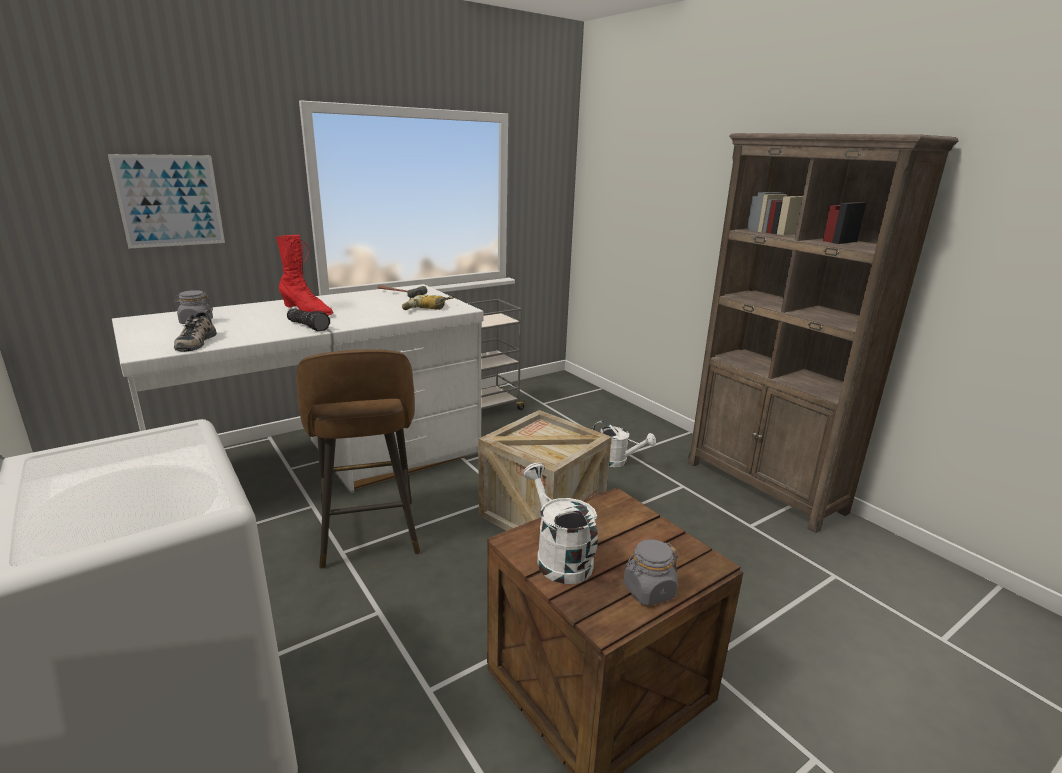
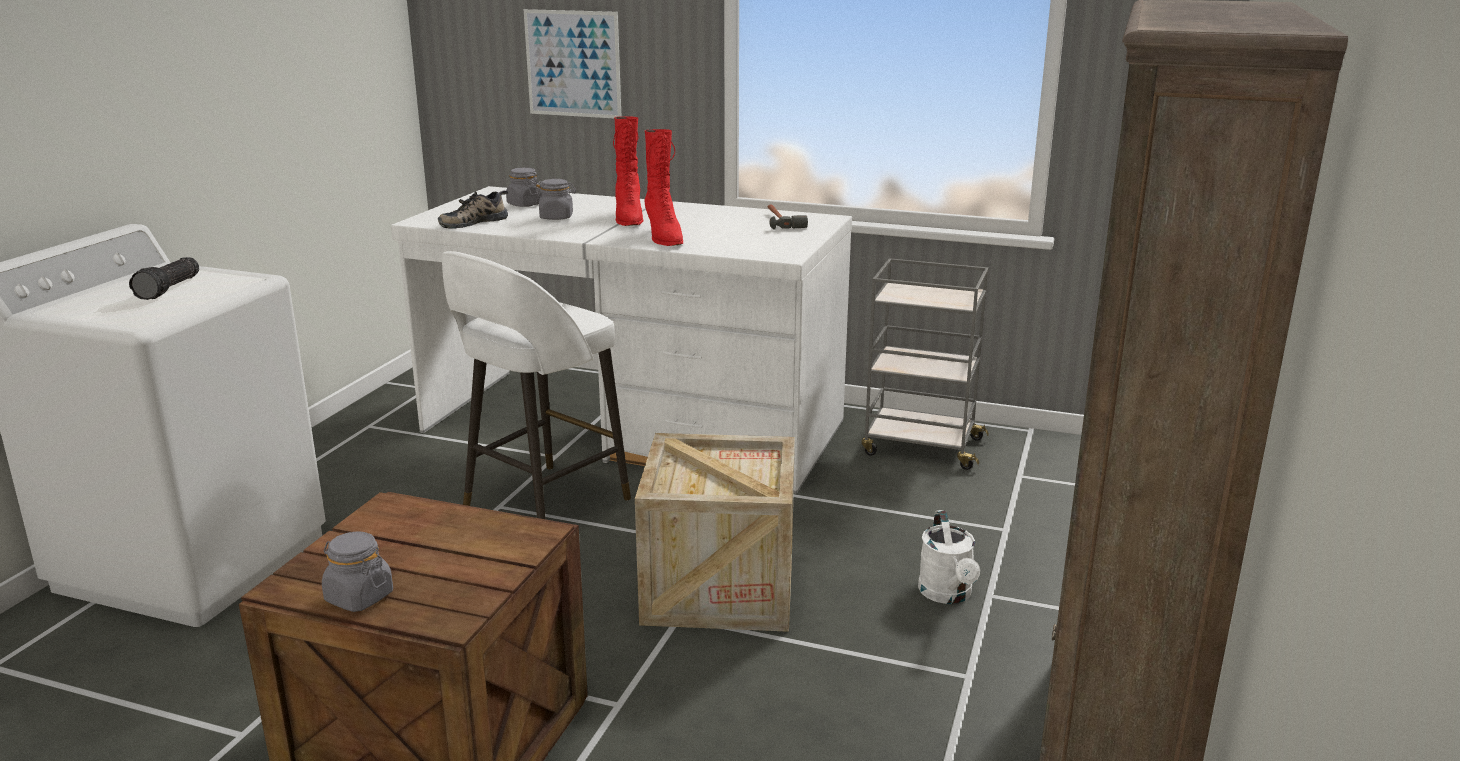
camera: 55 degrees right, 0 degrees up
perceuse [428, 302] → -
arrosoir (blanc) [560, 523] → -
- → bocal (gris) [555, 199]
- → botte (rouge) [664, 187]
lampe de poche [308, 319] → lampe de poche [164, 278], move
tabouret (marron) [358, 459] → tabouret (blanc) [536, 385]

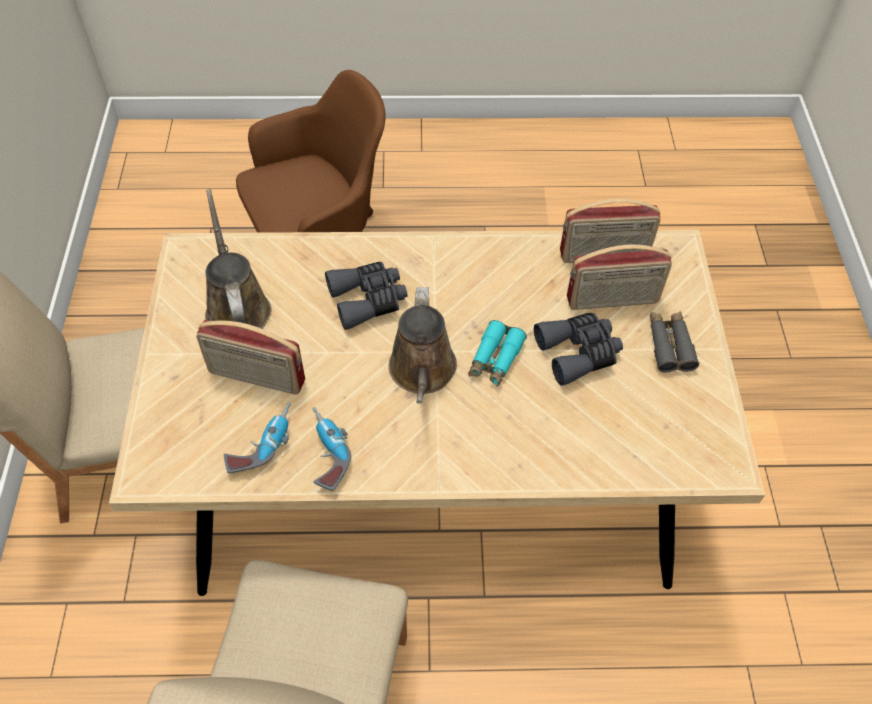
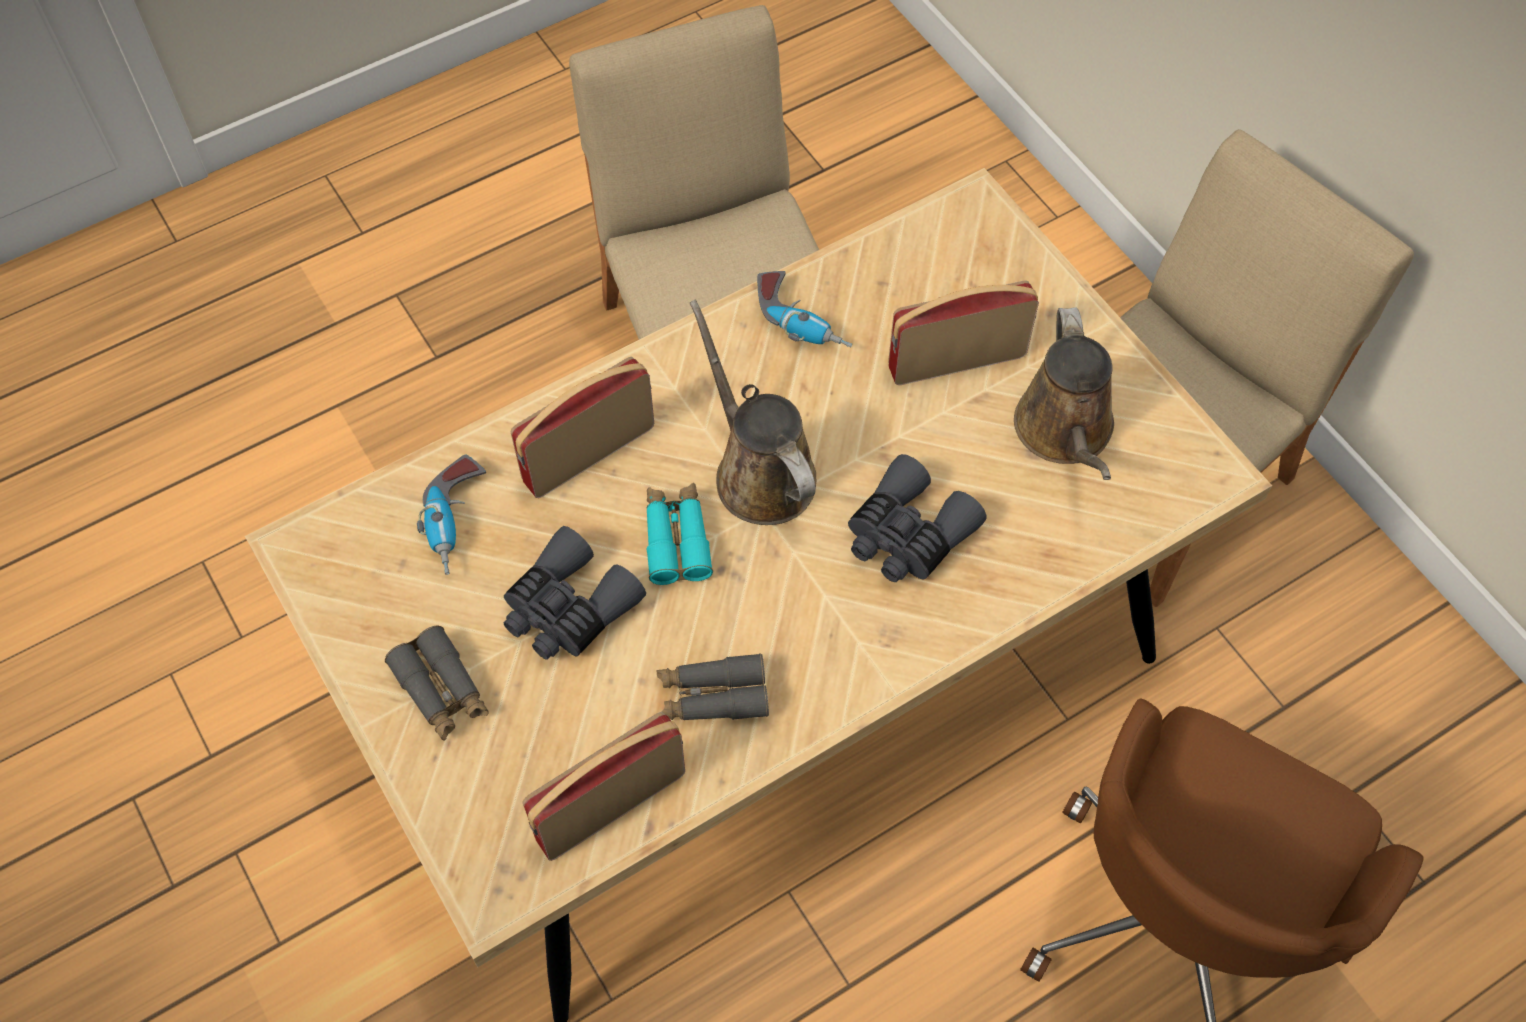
camera: 150 degrees right, 5 degrees up
- → jumelles (gris) [712, 687]
perceuse [257, 437] → perceuse [451, 515], move
radio [619, 277] → radio [582, 427], move
arrosoir (marron) [238, 260] → arrosoir (marron) [1064, 393], 45 degrees clockwise

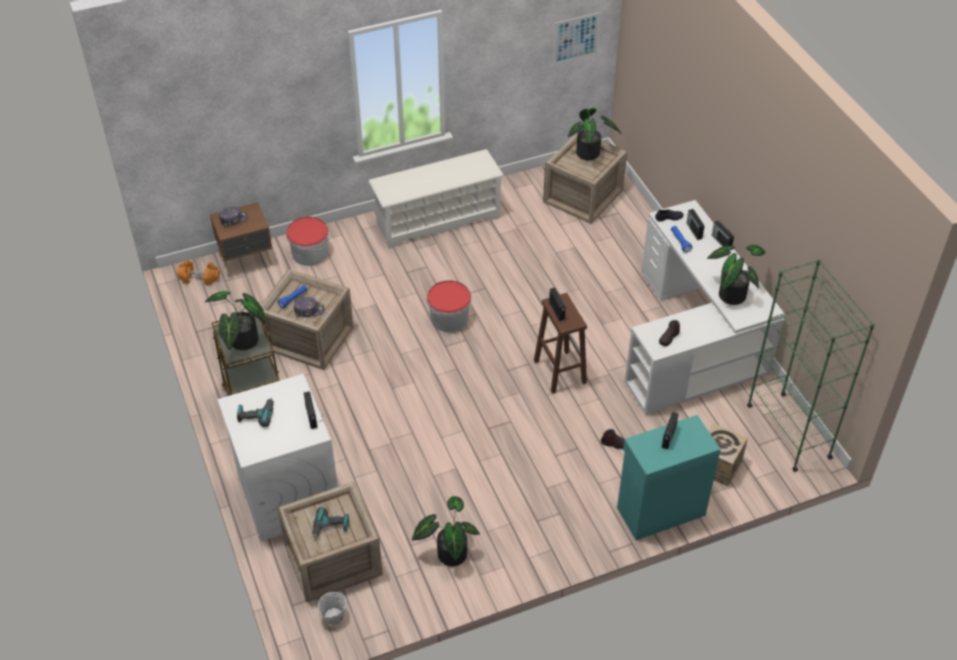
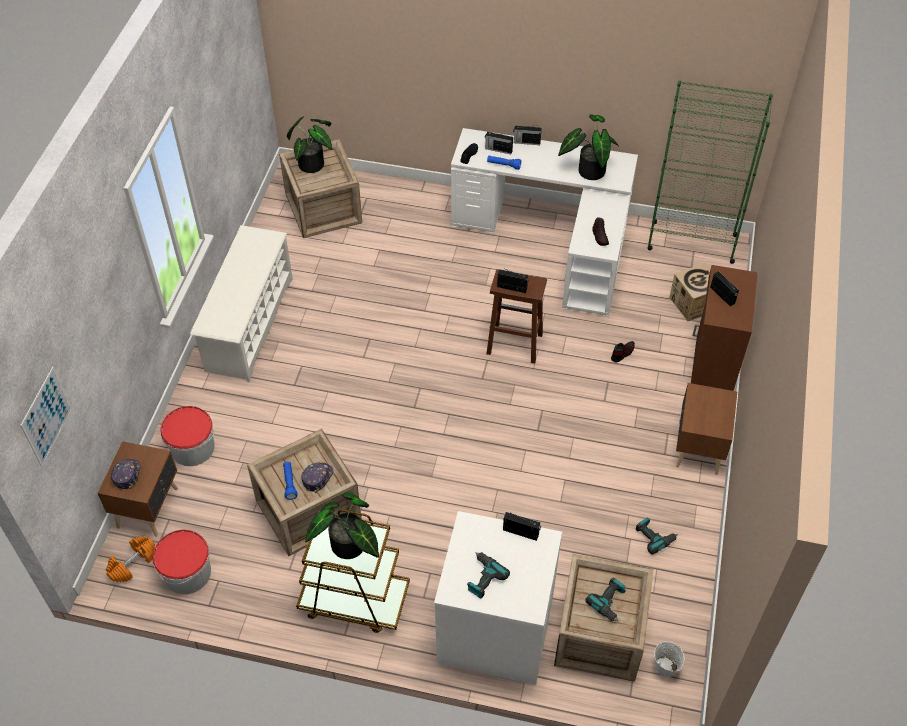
camera: 55 degrees left, 5 degrees up
- → table de chevet (marron) [706, 429]
seau [449, 306] → seau [182, 561], move
tableau [577, 38] → tableau [46, 417], move
plante en pot [446, 531] → perceuse [657, 535]
meuble de rangement (turquoise) [669, 477] → meuble de rangement (marron) [724, 328]

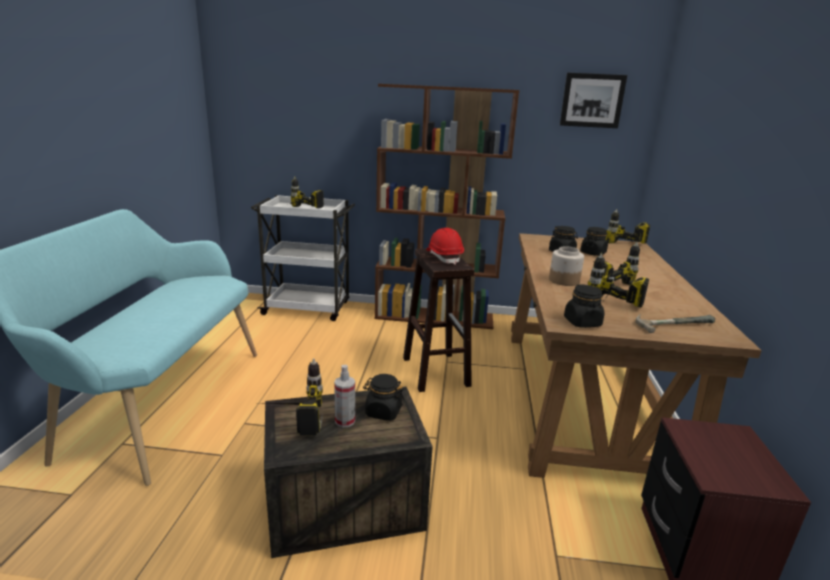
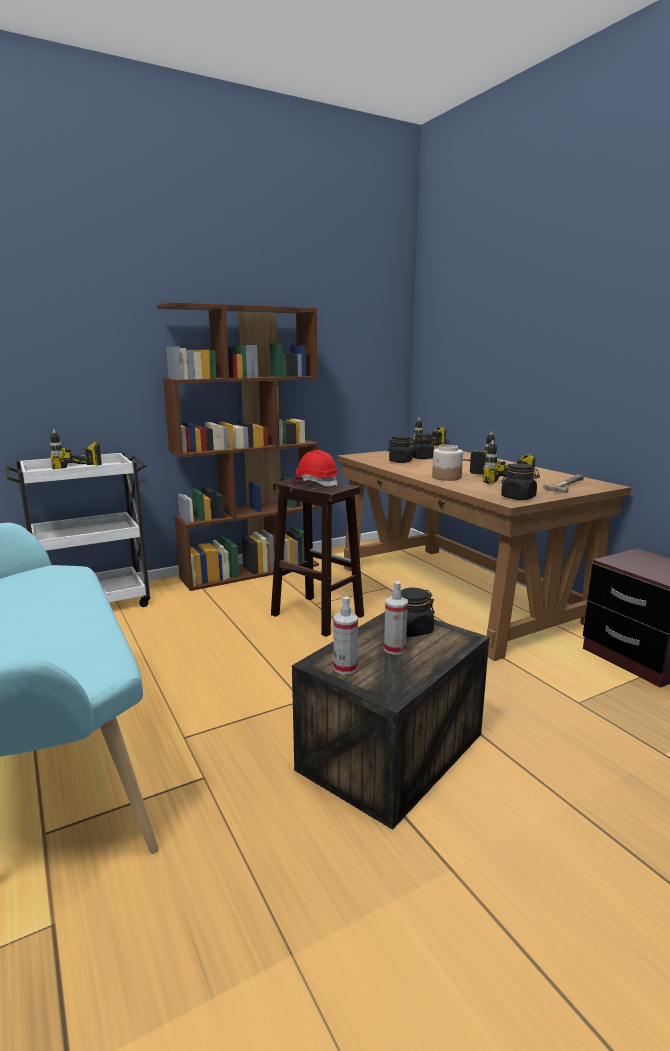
camera: 35 degrees left, 5 degrees down
tableau [593, 100] → -
perceuse [294, 397] → vaporisateur [345, 635]

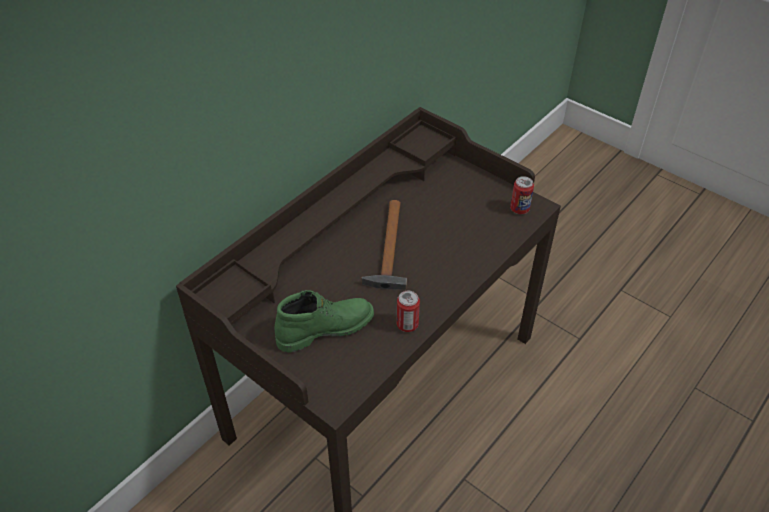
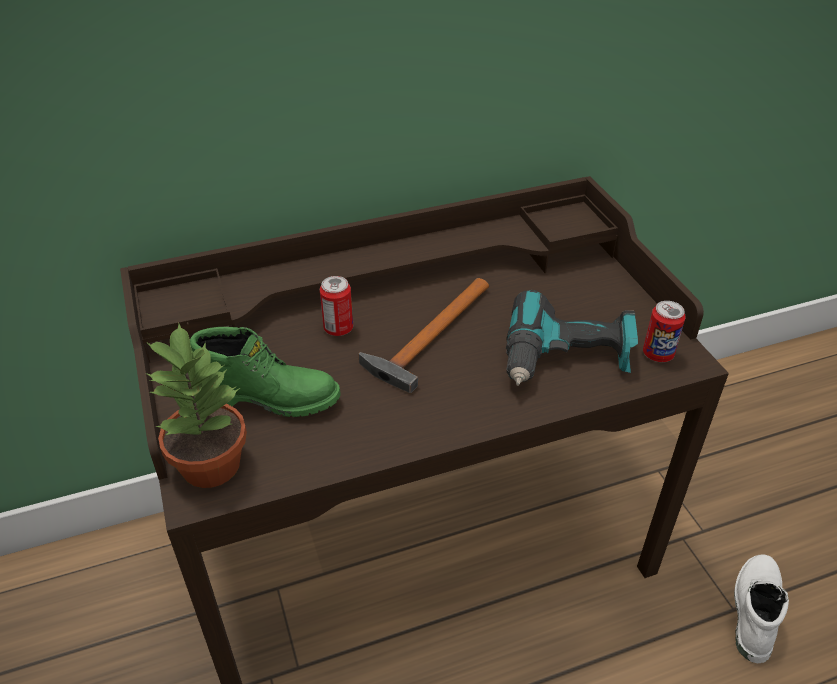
camera: 30 degrees right, 5 degrees down
- → plante en pot [196, 406]
- → perceuse [572, 338]
- → botte (blanc) [761, 608]
boîte métallique [408, 311] → boîte métallique [336, 306], move

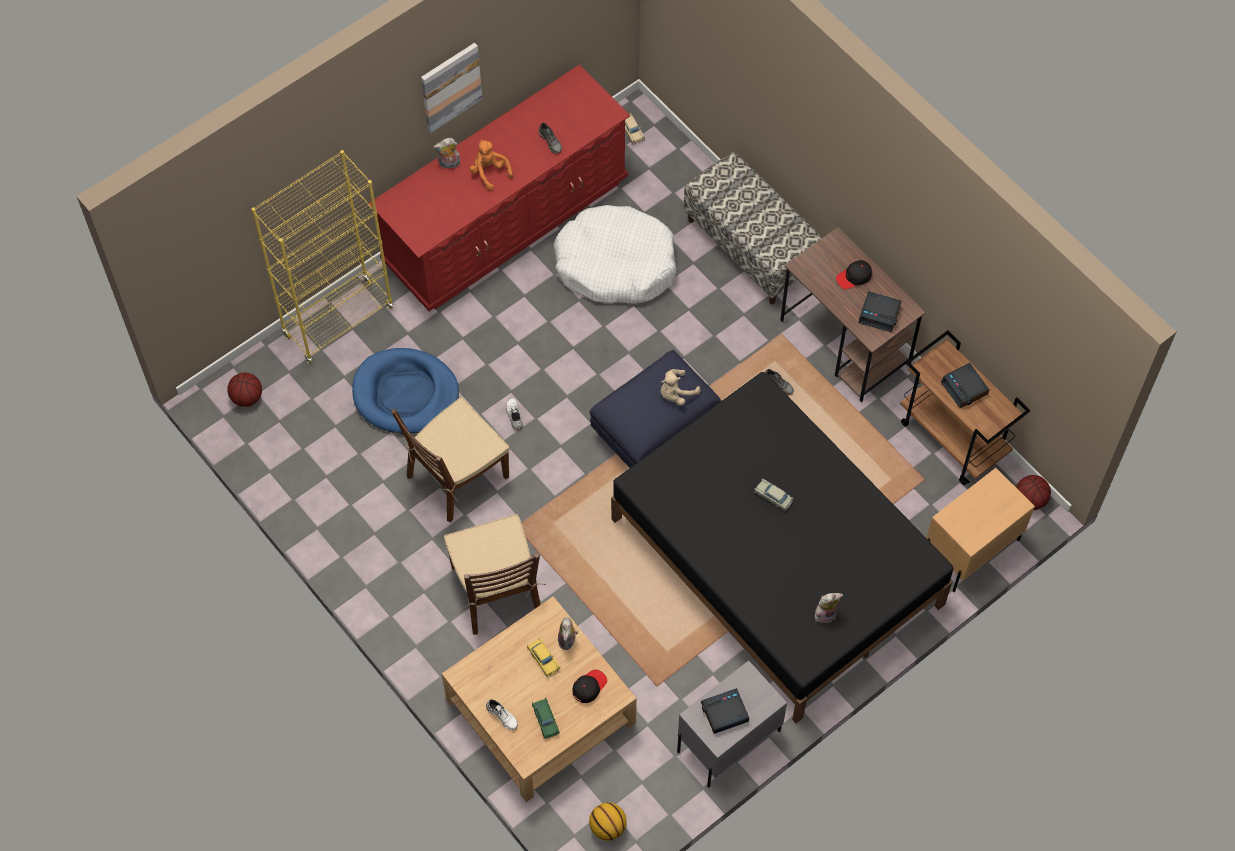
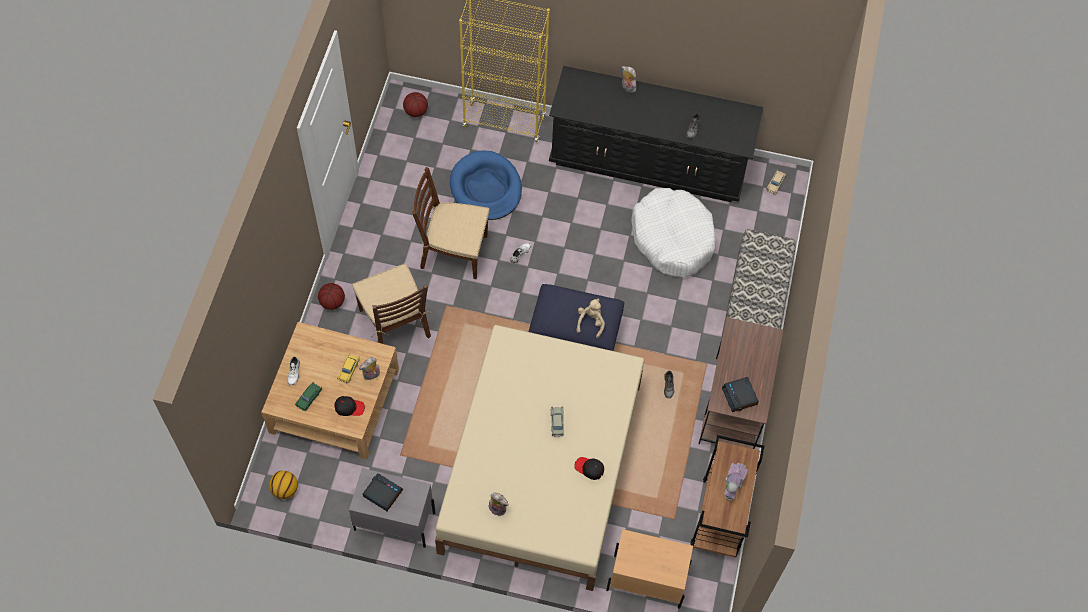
camera: 50 degrees right, 0 degrees up
tableau [451, 88] → -
peluche (orange) [491, 165] → -
casquette (noir) [854, 274] → casquette (noir) [589, 468], move
ballon de basket [1033, 492] → ballon de basket [331, 296], move
réveil [965, 385] → maison miniature [736, 481]
commode (rouge) [499, 188] → commode (noir) [656, 134]
lit (noir) [782, 547] → lit (beige) [539, 458]
chaise (marron) [495, 574] → chaise (marron) [392, 303], 60 degrees counterclockwise
peluche (beige) [680, 387] → peluche (beige) [590, 318], 90 degrees clockwise

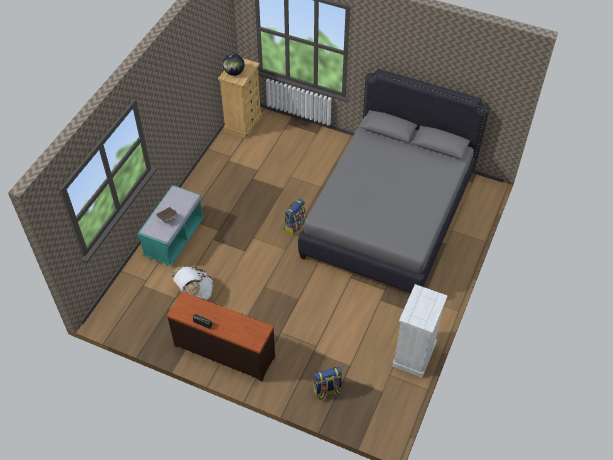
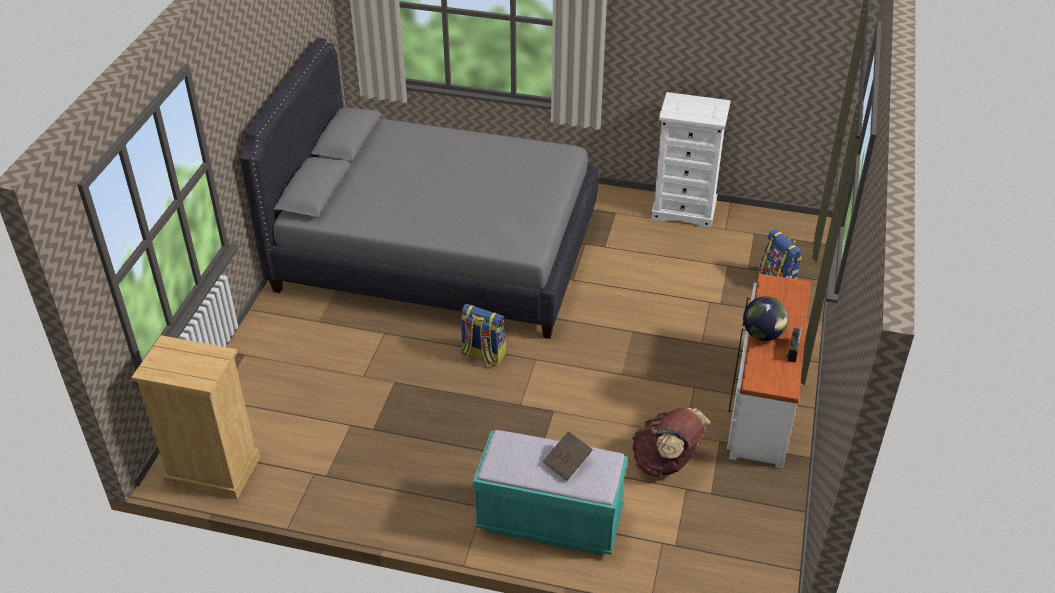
camera: 100 degrees left, 10 degrees down
globe [234, 65] → globe [765, 318], move
commode (marron) [221, 336] → commode (blanc) [769, 371]
sac à dos (blanc) [191, 283] → sac à dos (marron) [671, 442]

